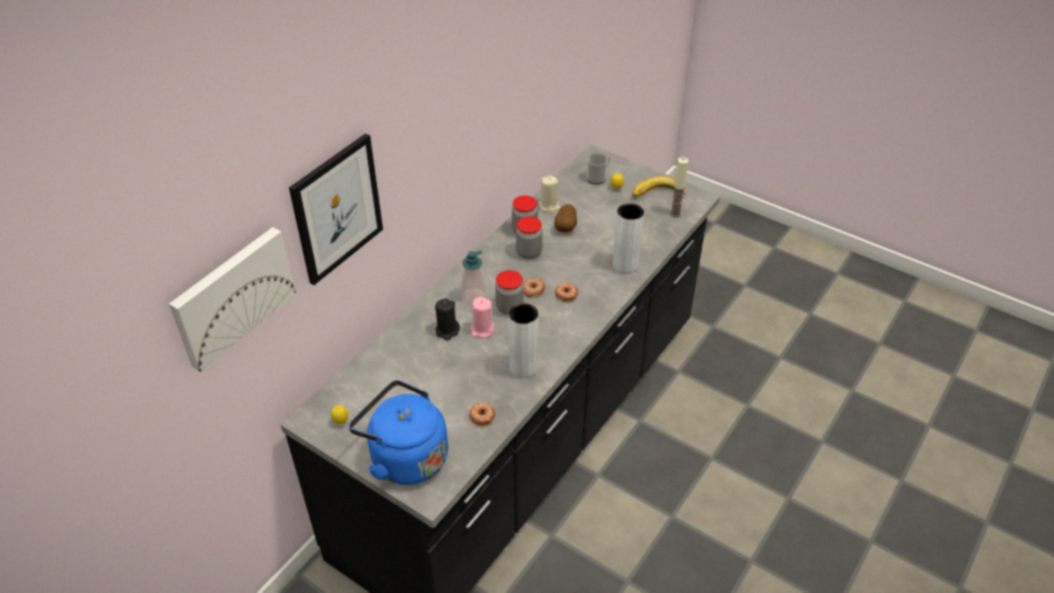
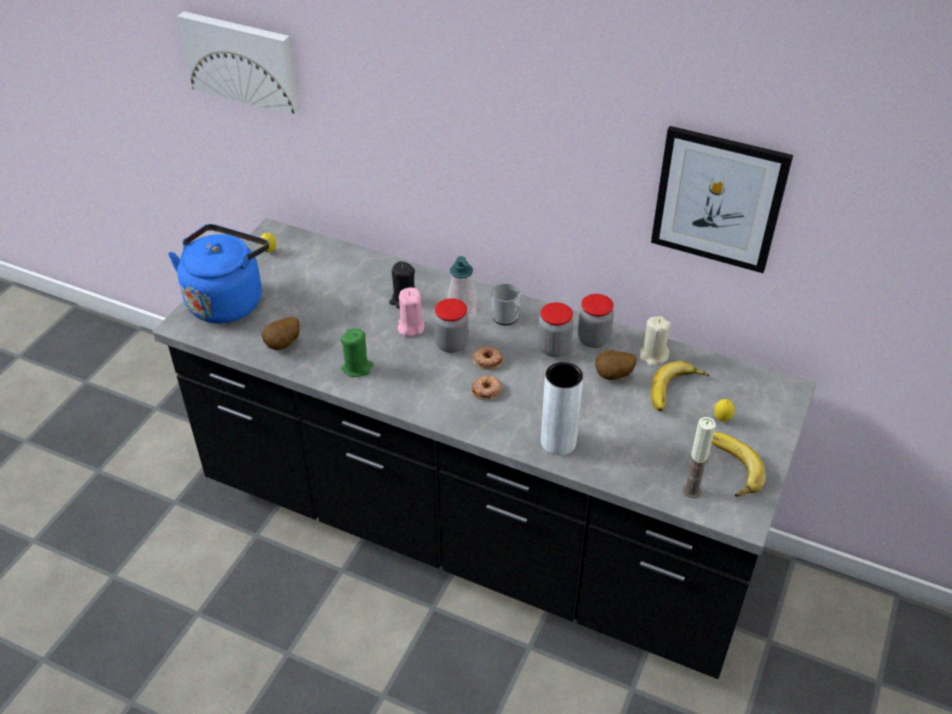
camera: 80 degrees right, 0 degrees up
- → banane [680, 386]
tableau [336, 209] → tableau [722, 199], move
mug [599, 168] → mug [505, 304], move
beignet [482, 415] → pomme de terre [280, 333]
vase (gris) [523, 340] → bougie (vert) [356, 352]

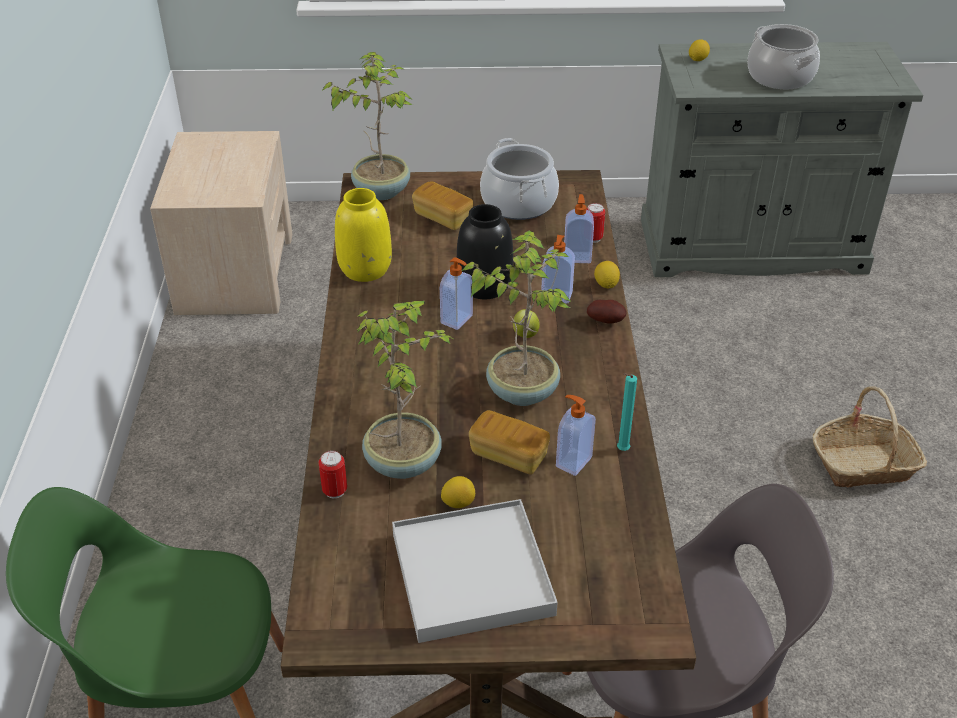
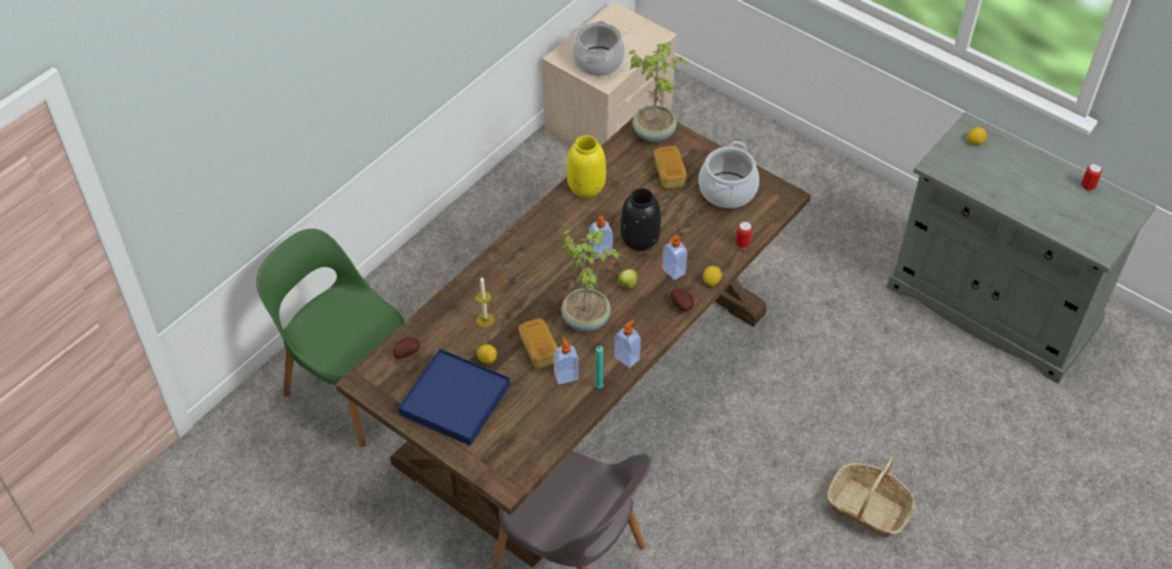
camera: 40 degrees right, 10 degrees up
- → pomme de terre [406, 348]
boîte métallique [332, 474] → boîte métallique [1091, 177], move
distributeur de savon [579, 228] → distributeur de savon [627, 344], move
marmite [783, 57] → marmite [598, 48], move
plante en pot [406, 390] → bougie [485, 302]
plateau (blanc) [475, 571] → plateau (bleu) [454, 397]

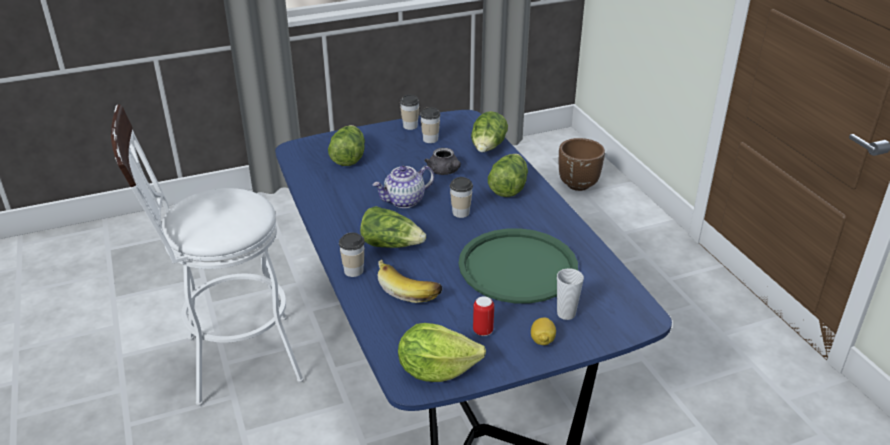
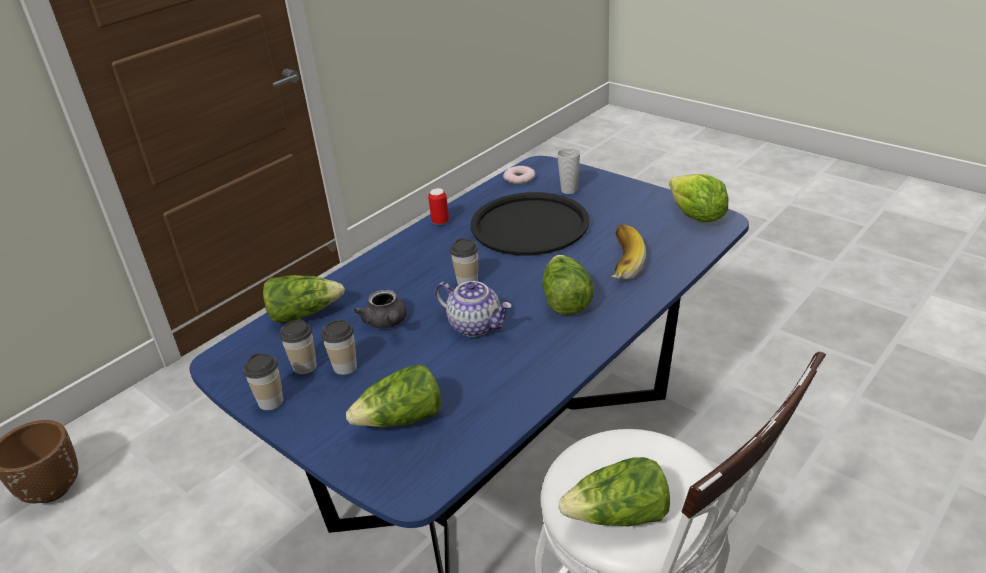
camera: 115 degrees left, 0 degrees up
citron [543, 331] → -
- → beignet [519, 175]
tasse [352, 255] → tasse [339, 347], move
boîte métallique [483, 316] → boîte métallique [438, 206], move
laitue [508, 175] → laitue [614, 491], move
plateau (vert) [518, 265] → plateau (noir) [530, 223]
théière (gris) [442, 161] → théière (gris) [380, 309], 120 degrees clockwise

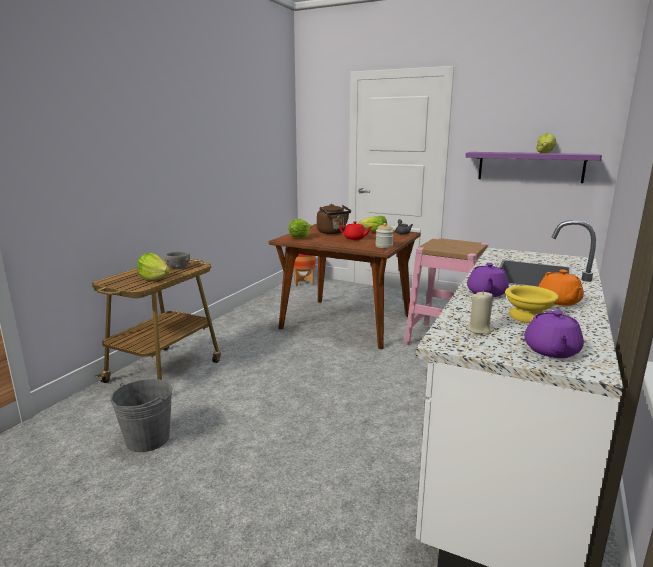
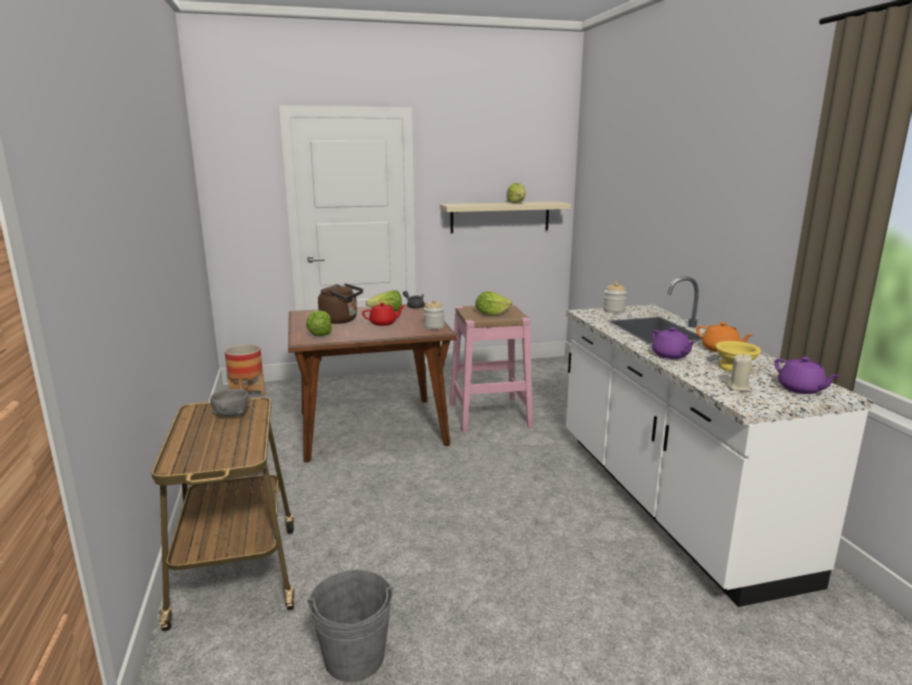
camera: 40 degrees left, 0 degrees up
- → bocal [615, 297]
laitue [153, 266] → laitue [494, 303], move
étagère (violet) [533, 167] → étagère (beige) [505, 217]

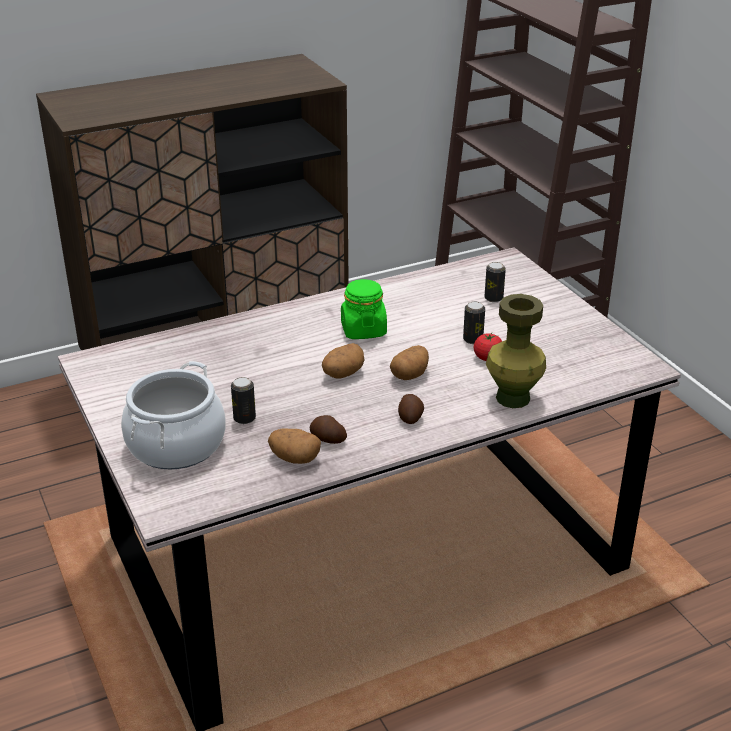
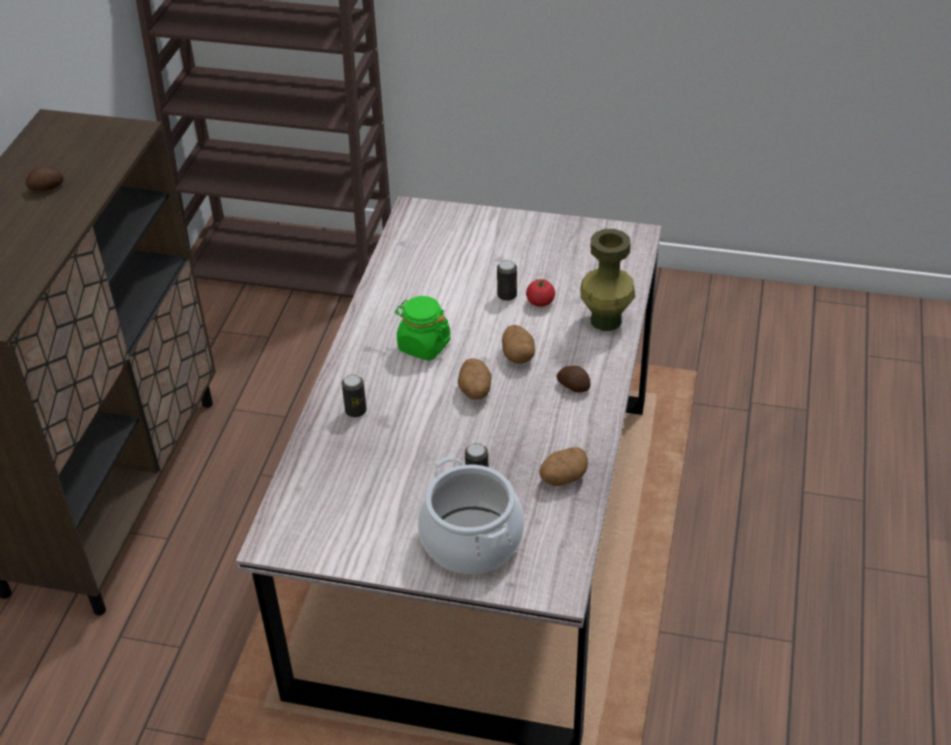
camera: 50 degrees left, 10 degrees up
pomme de terre [328, 429] → pomme de terre [45, 178], move
boîte métallique [495, 282] → boîte métallique [354, 395], move

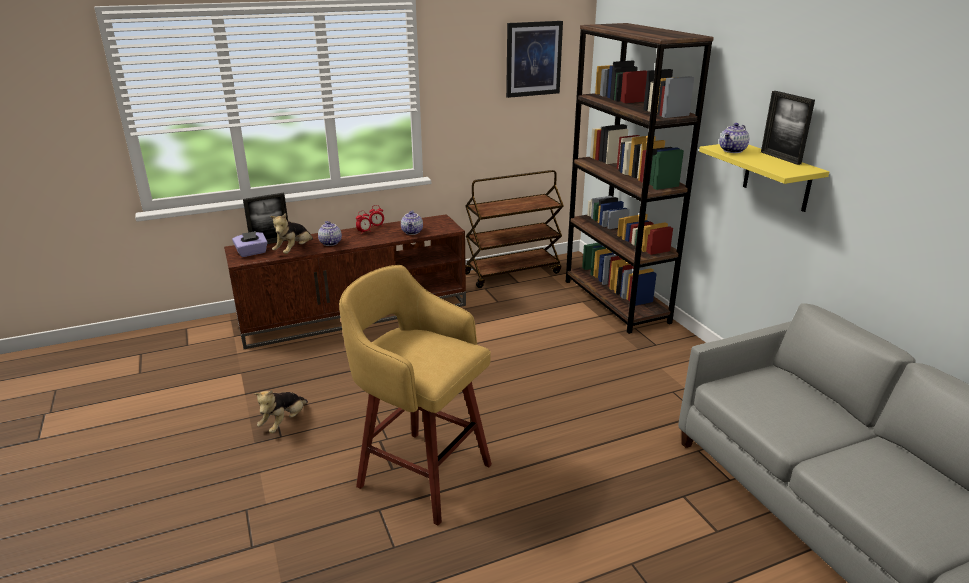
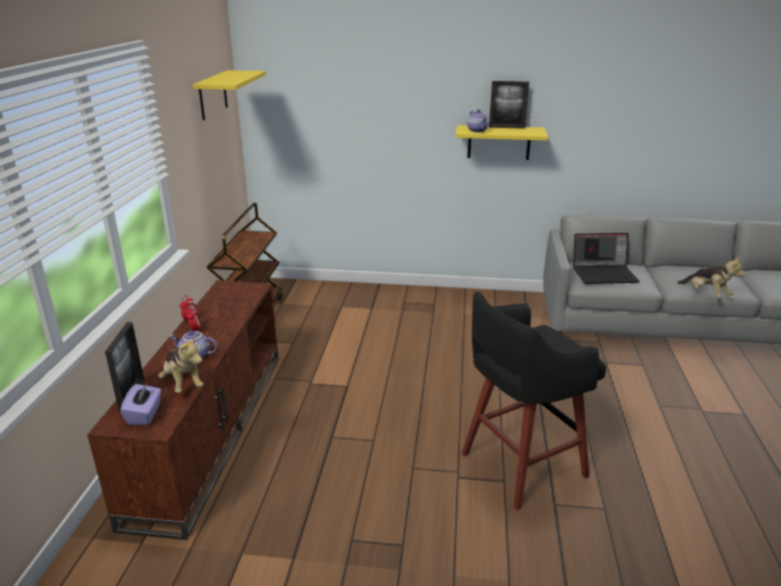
camera: 60 degrees left, 0 degrees up
théière [412, 222] → -
bibliothèque (marron) [640, 178] → -
- → ordinateur portable [606, 258]
peluche [281, 411] → peluche [711, 277], move
tableau [534, 59] → étagère (jaune) [229, 95]
tabouret (jaune) [415, 395] → tabouret (noir) [534, 401]

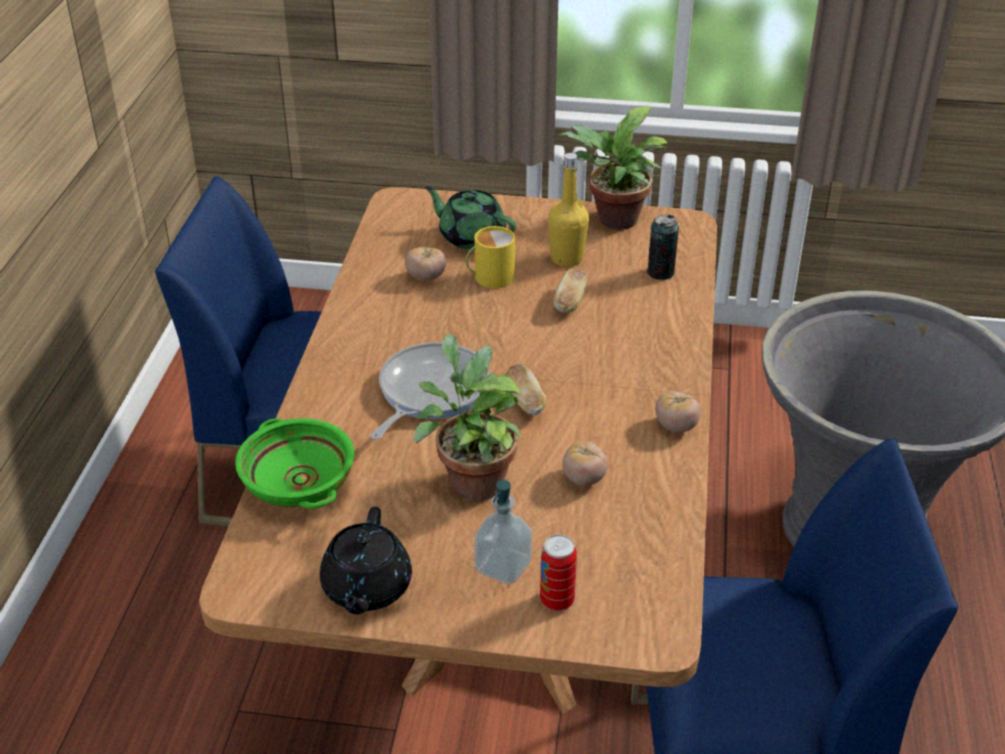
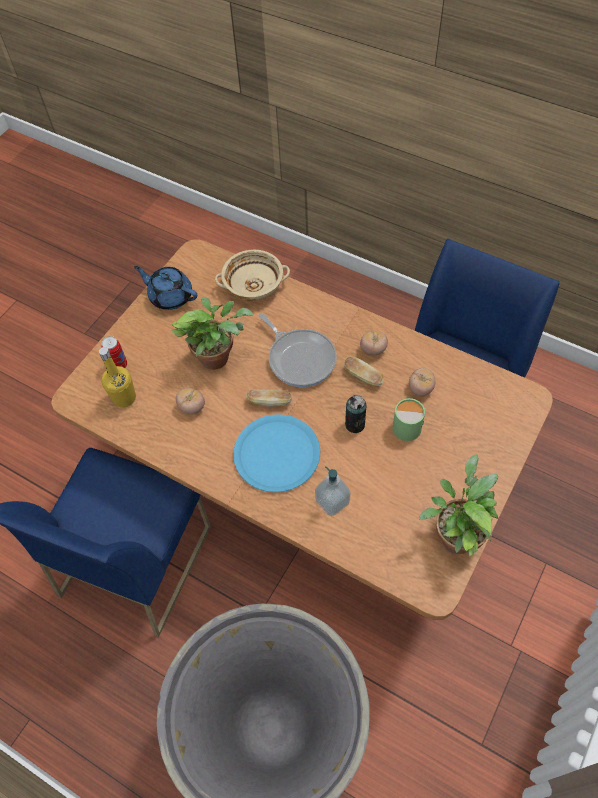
camera: 115 degrees right, 20 degrees up
théière (vert) [470, 218] → -
- → assiette (bleu) [276, 453]
distributeur de savon [503, 532] → distributeur de savon [332, 491], move
bouteille (jaune) [568, 210] → bouteille (jaune) [117, 377], move
pain [570, 290] → pain [364, 371], move
boîte métallique [663, 247] → boîte métallique [355, 414], move
tomate [678, 411] → tomate [374, 343], move
bol (vert) [294, 463] → bol (beige) [252, 275]
théière (noir) [366, 560] → théière (bleu) [165, 288]
mug (jaune) [490, 257] → mug (vert) [408, 419]

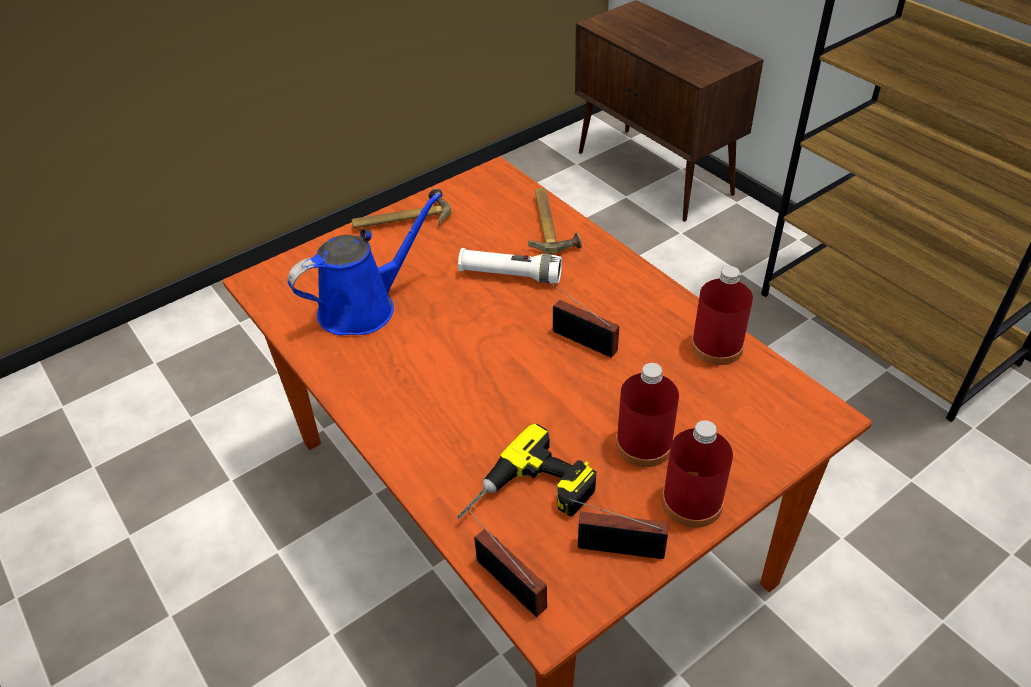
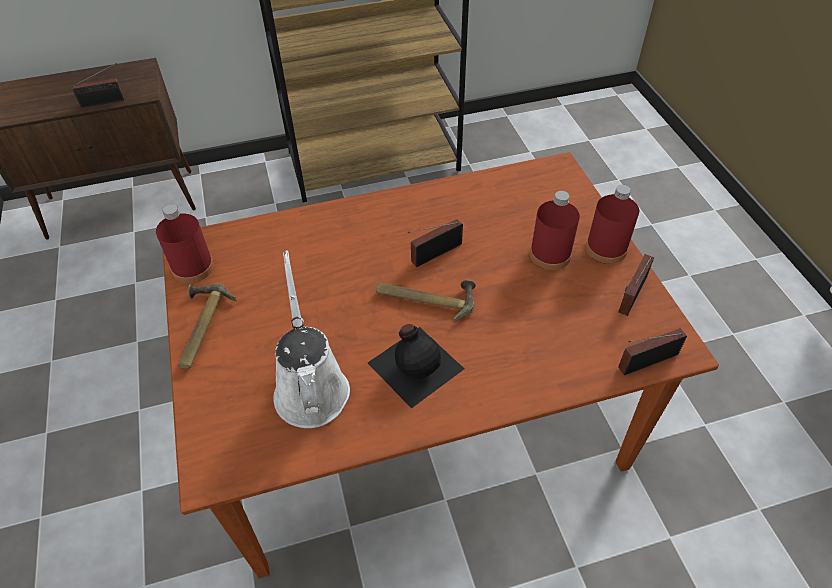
camera: 70 degrees left, 5 degrees up
perceuse [526, 471] → -
lampe de poche (blanc) [510, 265] → -
- → radio [98, 85]
- → bouteille (noir) [416, 366]
marteau [555, 221] → marteau [426, 301], move
bouteille (rouge) [722, 315] → bouteille (rouge) [185, 243], move
arrosoir (bleu) [365, 264] → arrosoir (blanc) [311, 339]

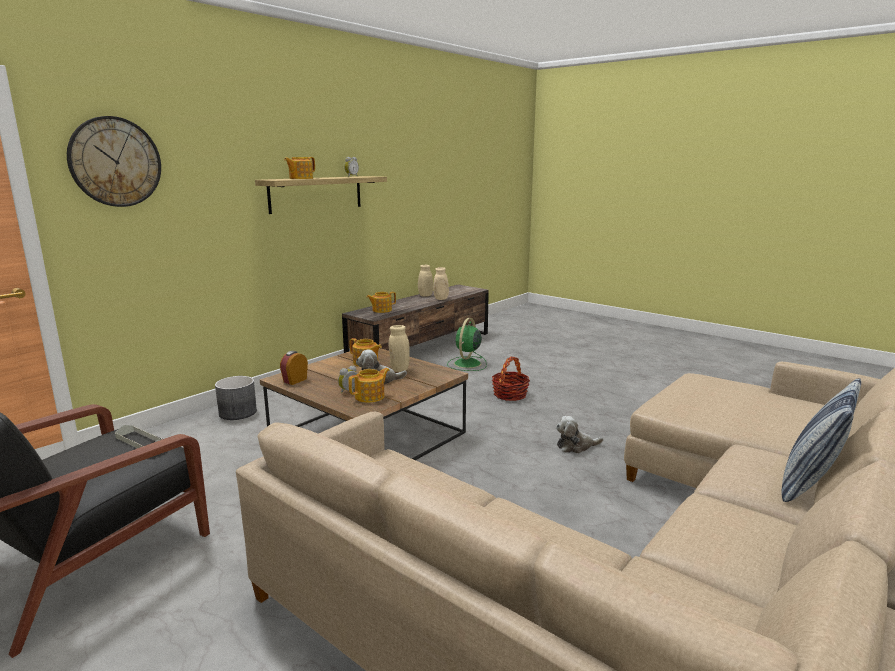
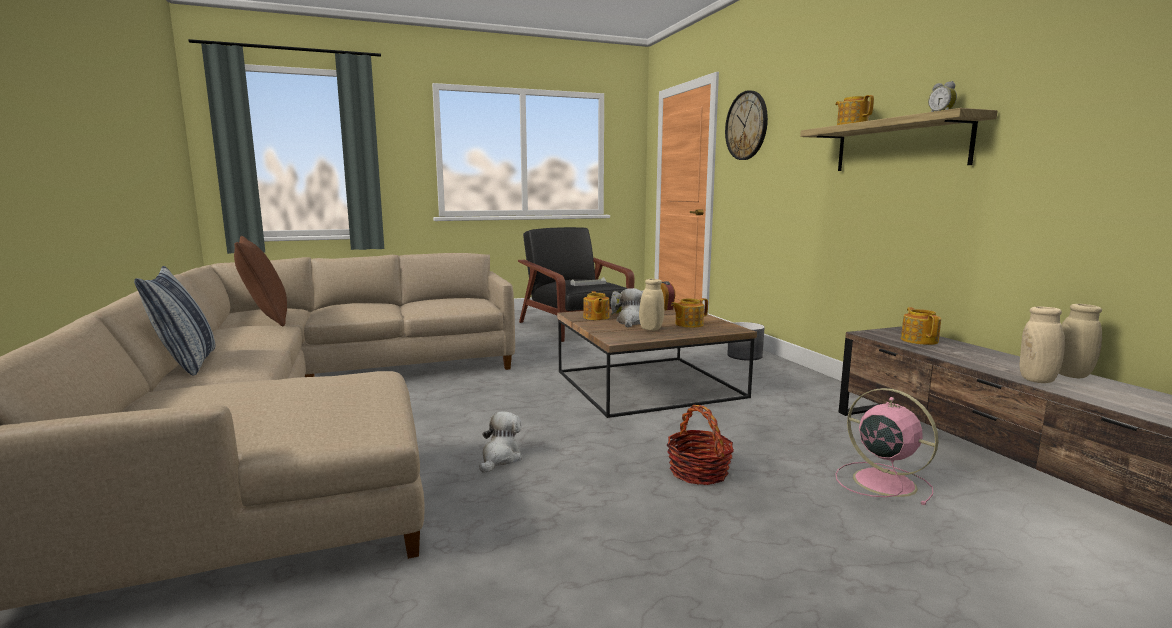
camera: 120 degrees right, 5 degrees down
- → coussin (marron) [260, 281]
ventilateur (vert) [467, 344] → ventilateur (rose) [887, 446]

